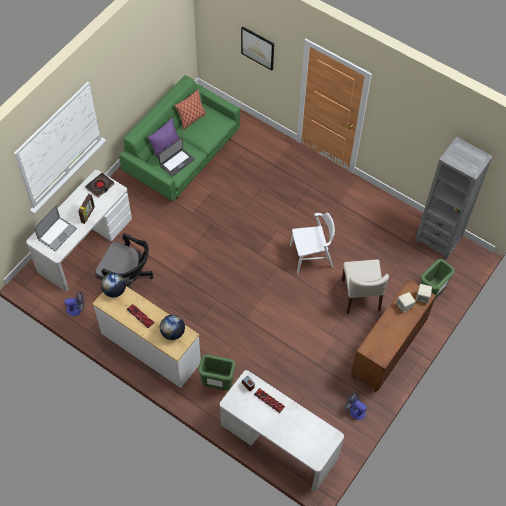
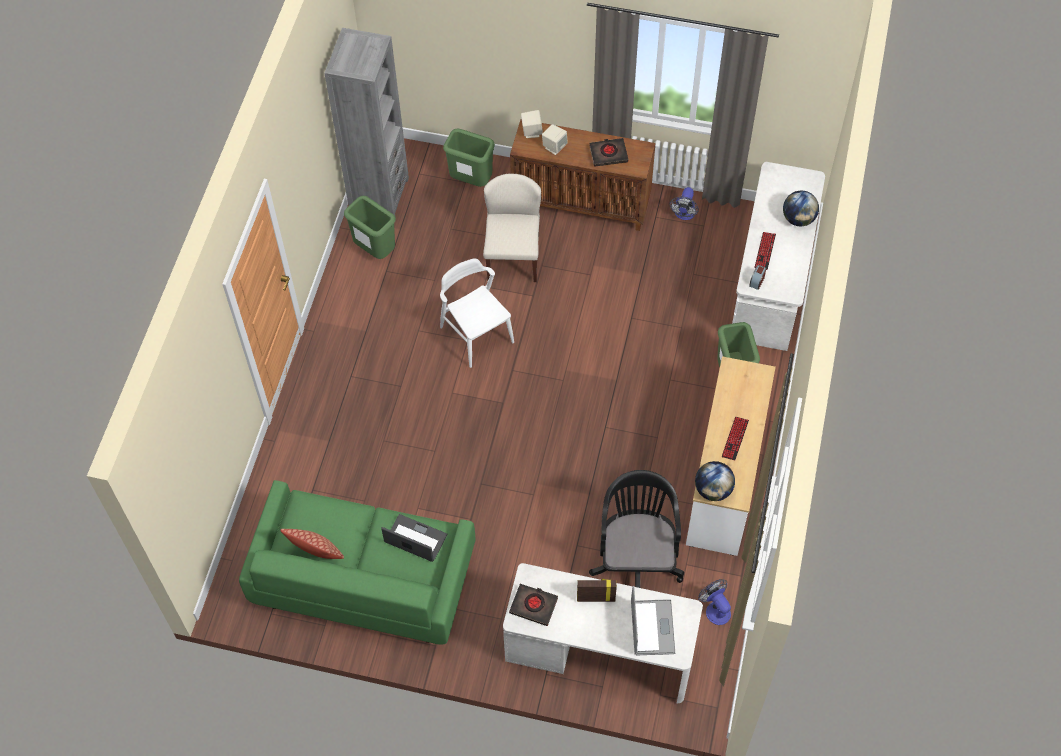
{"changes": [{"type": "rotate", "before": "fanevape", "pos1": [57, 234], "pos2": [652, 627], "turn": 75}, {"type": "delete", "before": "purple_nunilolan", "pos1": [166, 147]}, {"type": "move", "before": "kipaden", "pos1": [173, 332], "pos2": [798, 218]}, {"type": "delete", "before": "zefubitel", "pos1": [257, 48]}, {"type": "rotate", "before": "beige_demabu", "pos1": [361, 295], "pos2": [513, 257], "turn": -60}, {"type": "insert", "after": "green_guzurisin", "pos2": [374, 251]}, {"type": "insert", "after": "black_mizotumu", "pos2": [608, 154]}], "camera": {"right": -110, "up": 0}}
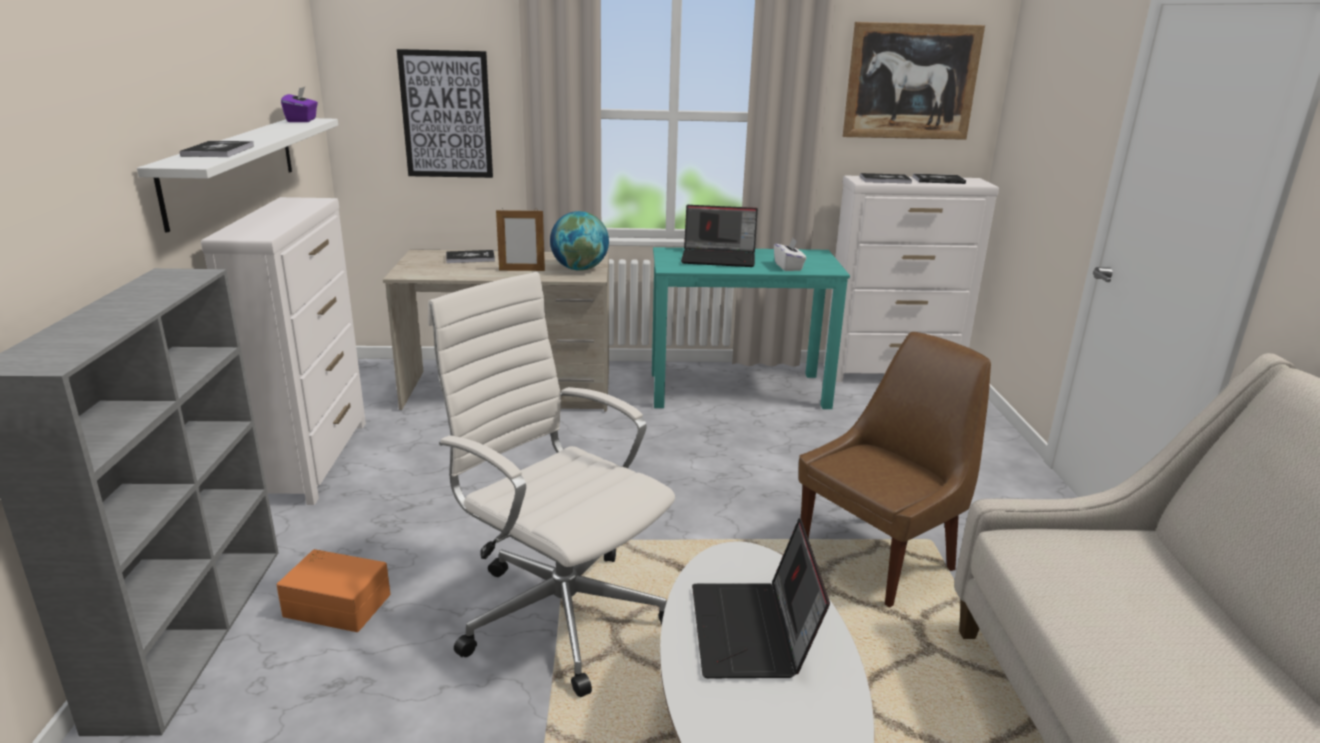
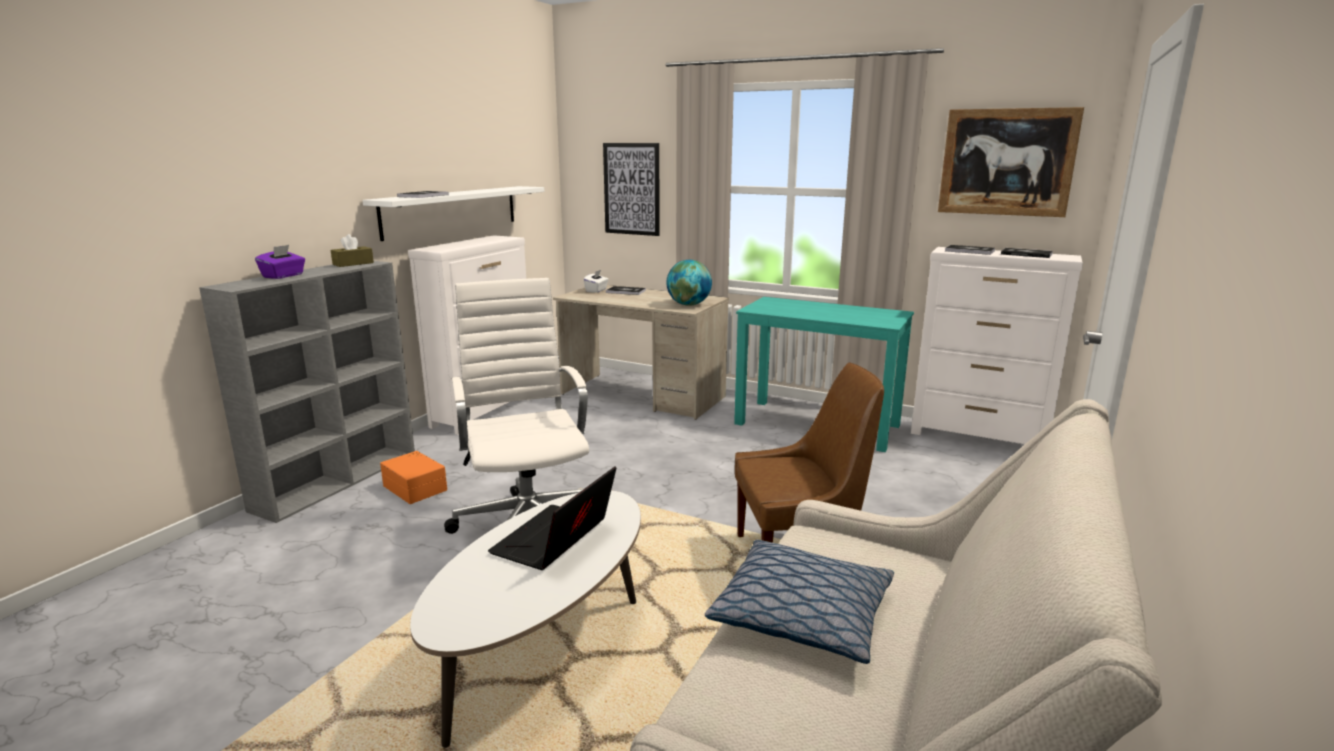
{"changes": [{"type": "move", "before": "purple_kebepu", "pos1": [302, 120], "pos2": [283, 276]}, {"type": "delete", "before": "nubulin", "pos1": [522, 270]}, {"type": "delete", "before": "fanevape", "pos1": [719, 258]}, {"type": "move", "before": "white_kebepu", "pos1": [788, 267], "pos2": [596, 290]}, {"type": "insert", "after": "brown_kebepu", "pos2": [353, 264]}, {"type": "insert", "after": "nunilolan", "pos2": [802, 615]}], "camera": {"right": 30, "up": -5}}
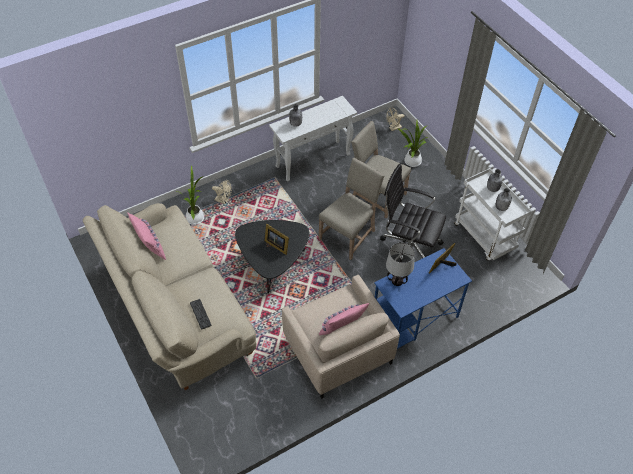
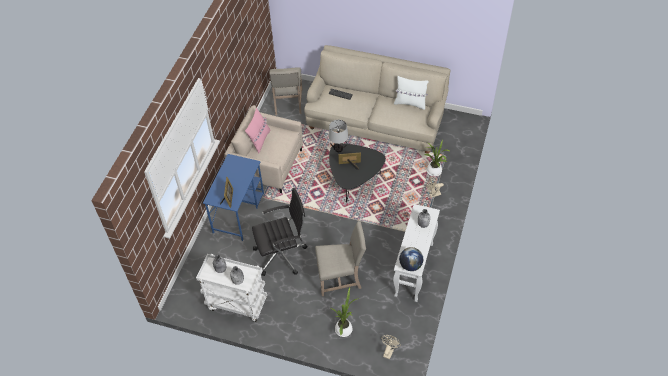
{"changes": [{"type": "recolor", "before": "pink_nunilolan", "after": "white_nunilolan", "pos1": [150, 248], "pos2": [410, 103]}, {"type": "move", "before": "beige_demabu", "pos1": [349, 234], "pos2": [287, 103]}, {"type": "move", "before": "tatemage", "pos1": [396, 281], "pos2": [339, 149]}, {"type": "insert", "after": "kipaden", "pos2": [410, 265]}], "camera": {"right": 140, "up": 0}}
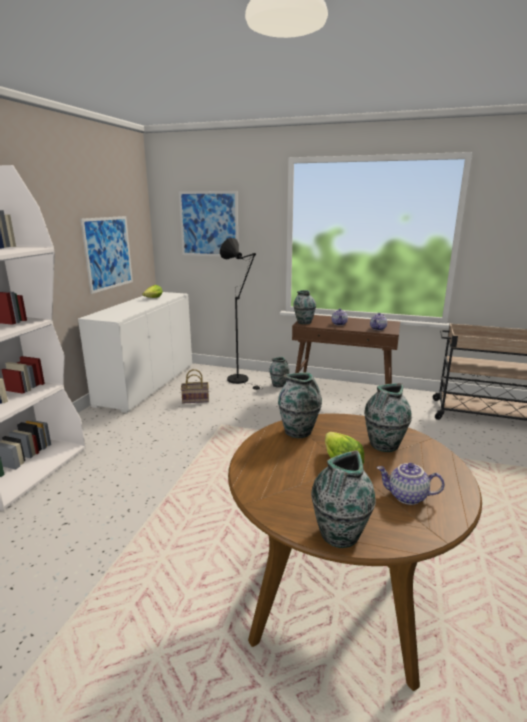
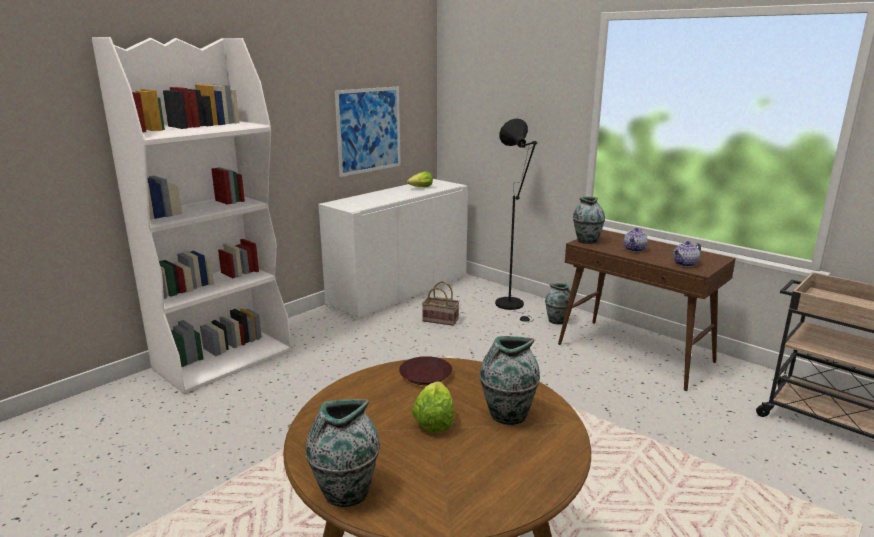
{"changes": [{"type": "delete", "before": "zefubitel", "pos1": [209, 224]}, {"type": "replace", "before": "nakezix", "after": "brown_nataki", "pos1": [299, 432], "pos2": [425, 375]}, {"type": "delete", "before": "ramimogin", "pos1": [407, 497]}], "camera": {"right": 25, "up": 0}}
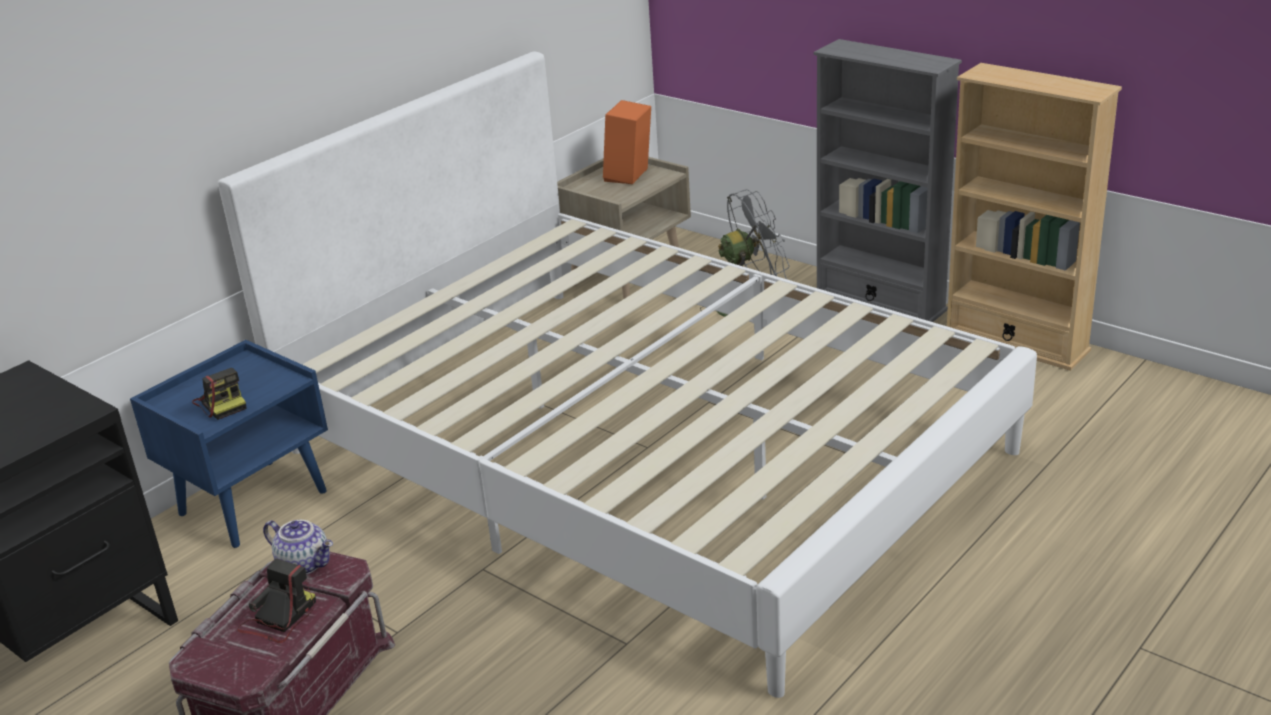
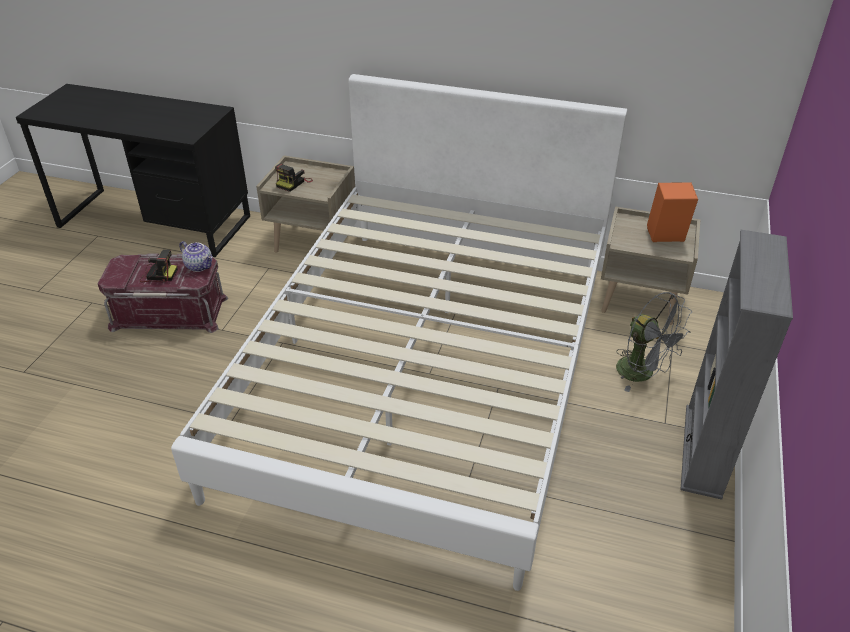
{"changes": [{"type": "recolor", "before": "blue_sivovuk", "after": "beige_sivovuk", "pos1": [253, 502], "pos2": [314, 242]}, {"type": "rotate", "before": "ramimogin", "pos1": [305, 563], "pos2": [200, 266], "turn": -60}, {"type": "delete", "before": "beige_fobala", "pos1": [1015, 341]}], "camera": {"right": 65, "up": 10}}
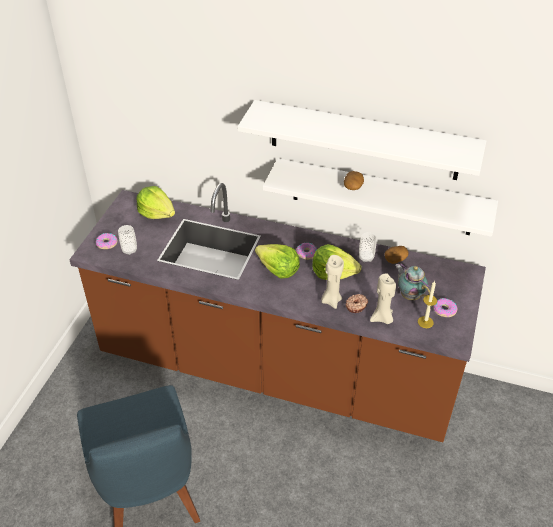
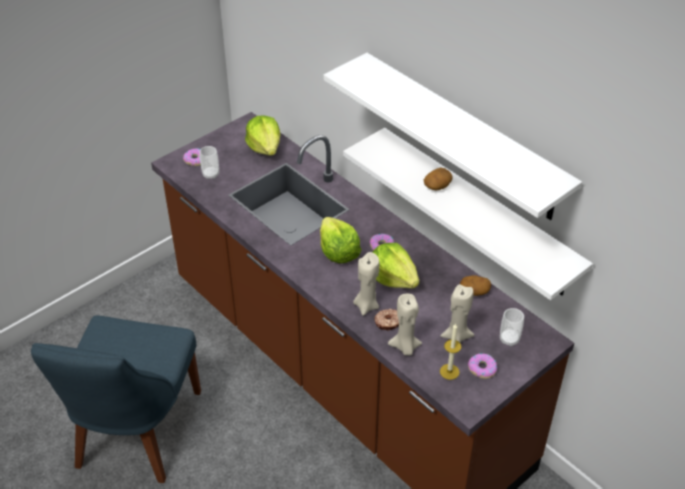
{"changes": [{"type": "move", "before": "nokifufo", "pos1": [366, 257], "pos2": [509, 339]}, {"type": "replace", "before": "ramimogin", "after": "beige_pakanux", "pos1": [409, 295], "pos2": [456, 336]}], "camera": {"right": 30, "up": 0}}
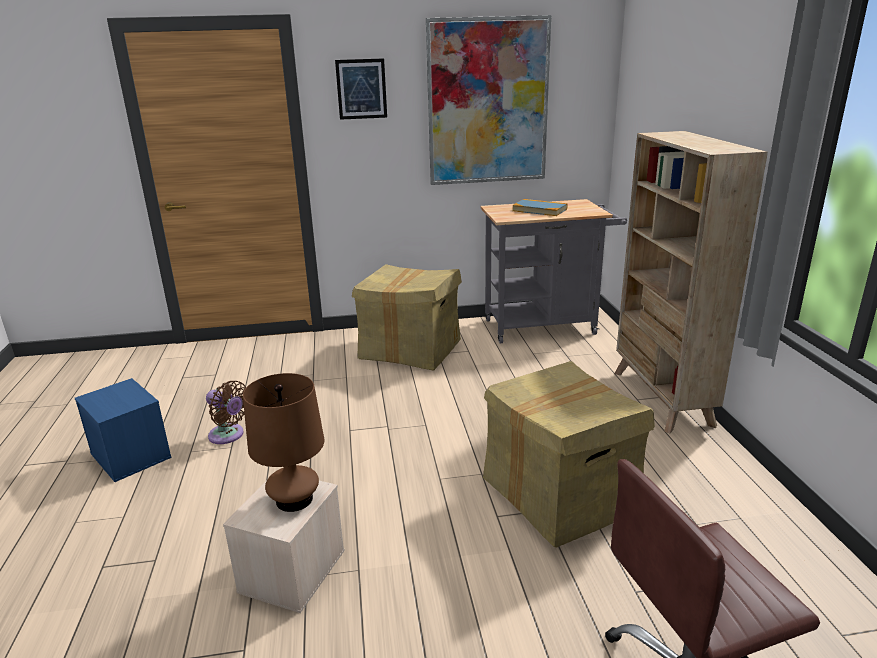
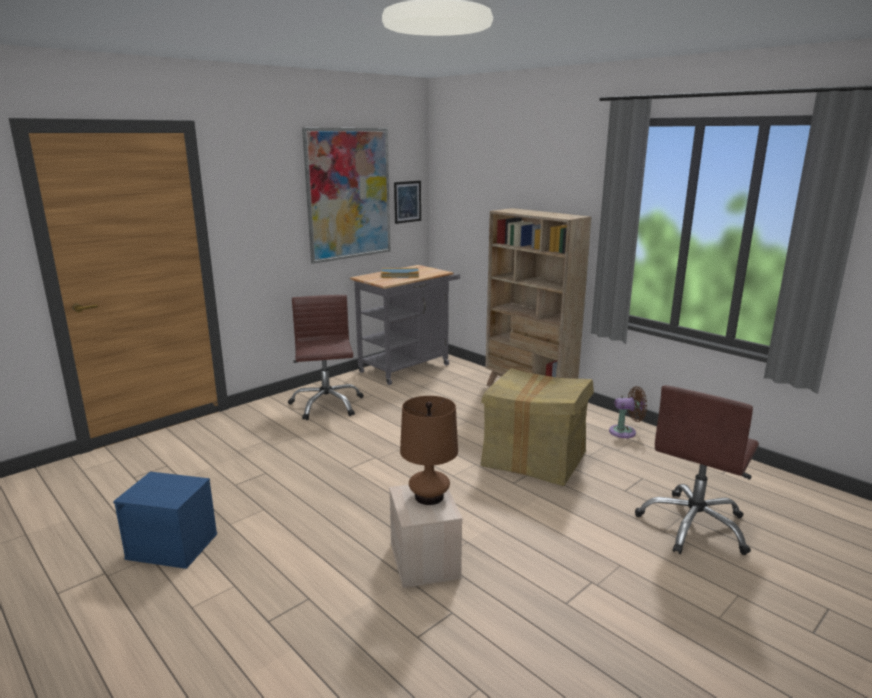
{"changes": [{"type": "move", "before": "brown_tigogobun", "pos1": [228, 436], "pos2": [625, 432]}, {"type": "move", "before": "zefubitel", "pos1": [361, 89], "pos2": [407, 202]}, {"type": "replace", "before": "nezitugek", "after": "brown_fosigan", "pos1": [411, 350], "pos2": [326, 404]}], "camera": {"right": -35, "up": -5}}
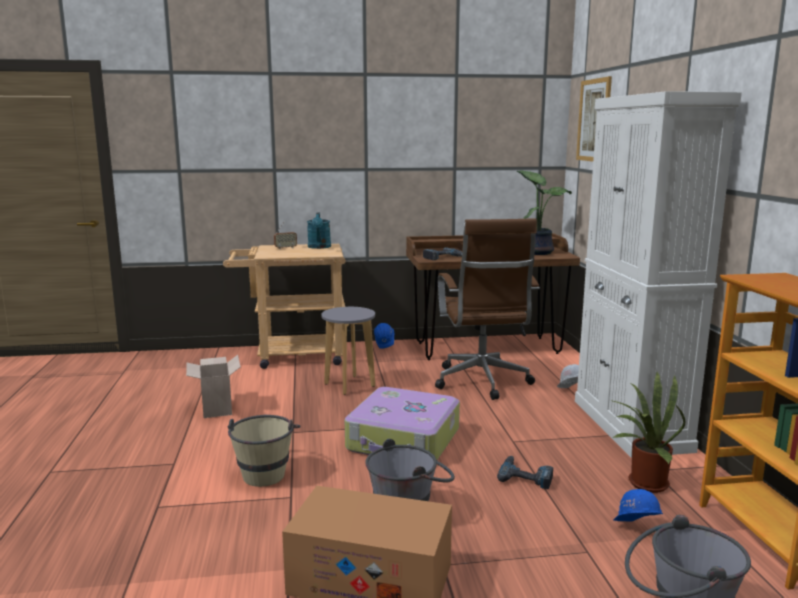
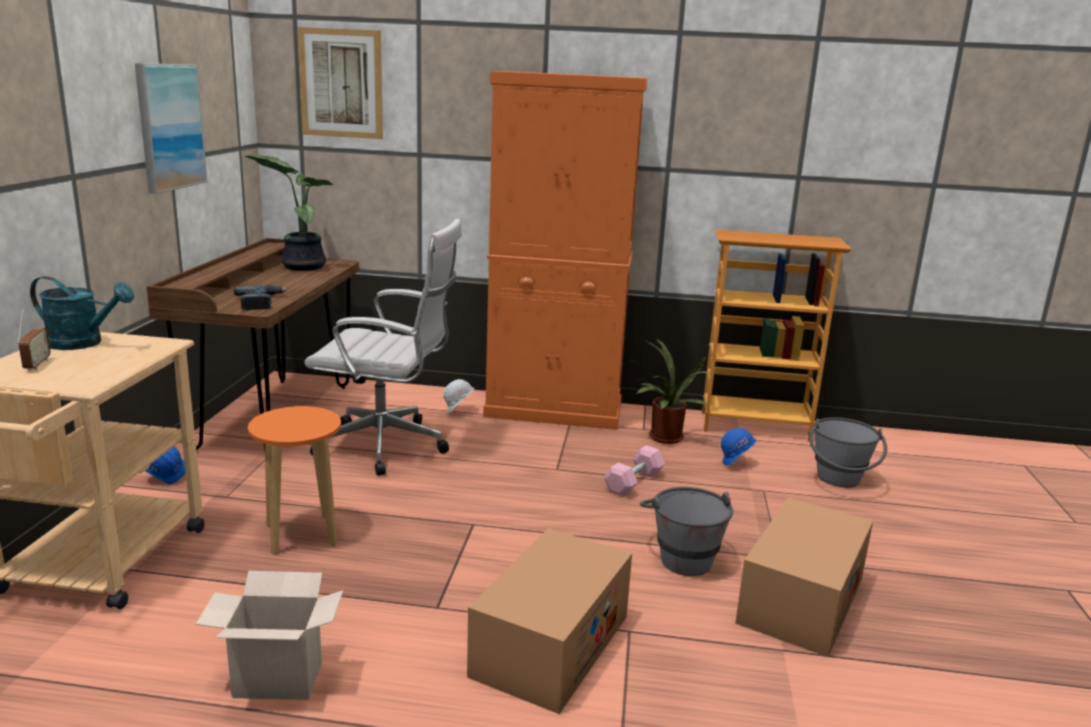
{"changes": [{"type": "replace", "before": "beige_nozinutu", "after": "nezitugek", "pos1": [265, 471], "pos2": [551, 645]}, {"type": "recolor", "before": "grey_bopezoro", "after": "orange_bopezoro", "pos1": [349, 385], "pos2": [301, 535]}, {"type": "delete", "before": "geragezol", "pos1": [404, 440]}, {"type": "recolor", "before": "brown_fosigan", "after": "white_fosigan", "pos1": [482, 383], "pos2": [388, 446]}, {"type": "replace", "before": "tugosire", "after": "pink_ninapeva", "pos1": [525, 476], "pos2": [633, 482]}, {"type": "recolor", "before": "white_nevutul", "after": "orange_nevutul", "pos1": [630, 425], "pos2": [554, 411]}, {"type": "insert", "after": "zefubitel", "pos2": [169, 127]}], "camera": {"right": -75, "up": 5}}
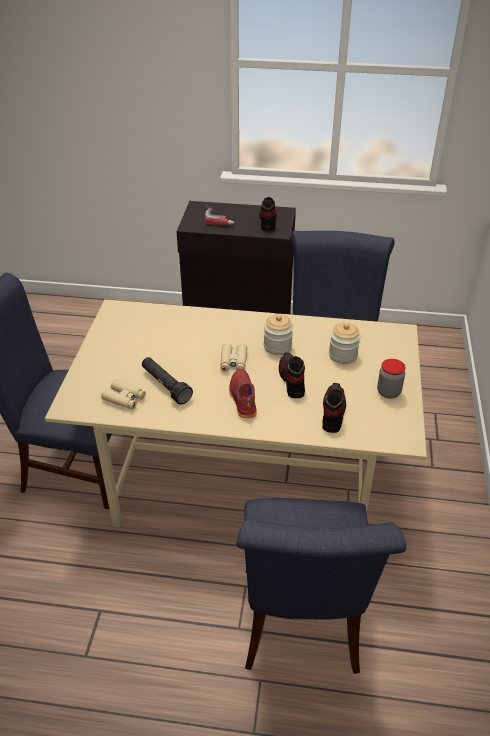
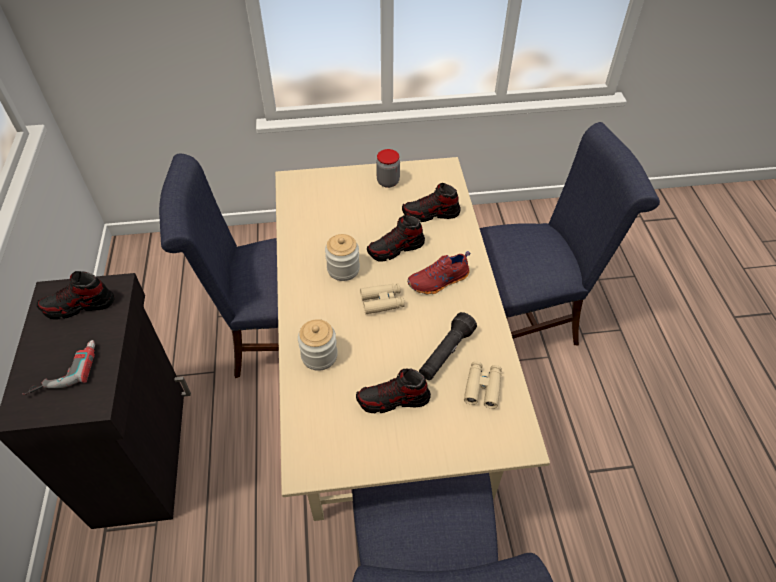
{"changes": [{"type": "move", "before": "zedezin", "pos1": [343, 355], "pos2": [319, 356]}, {"type": "insert", "after": "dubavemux", "pos2": [393, 400]}], "camera": {"right": -105, "up": 10}}
